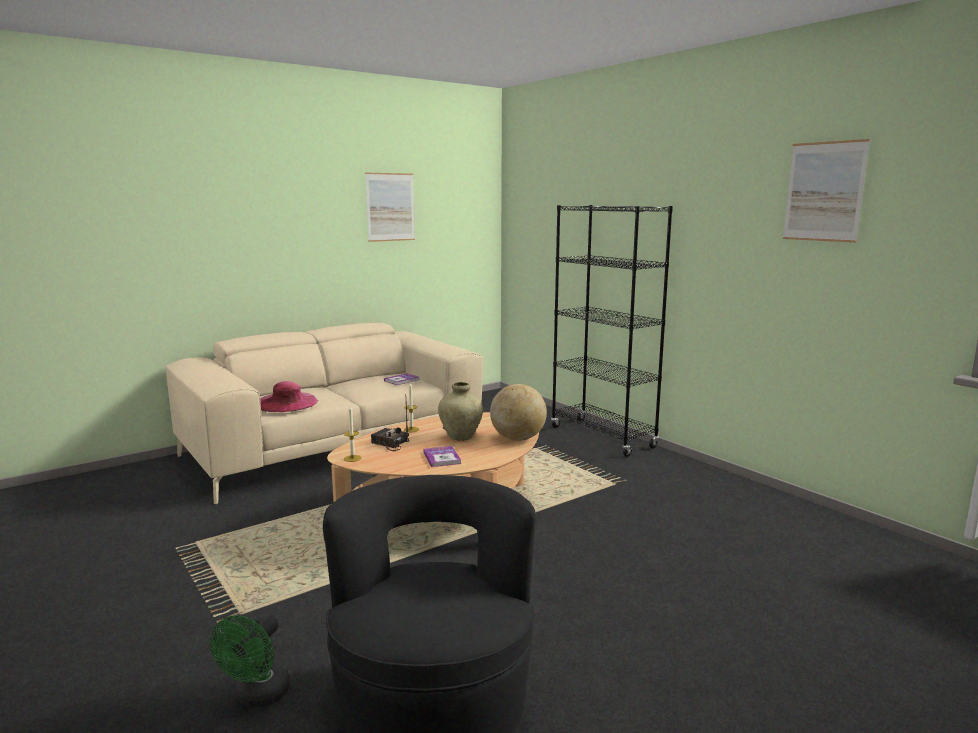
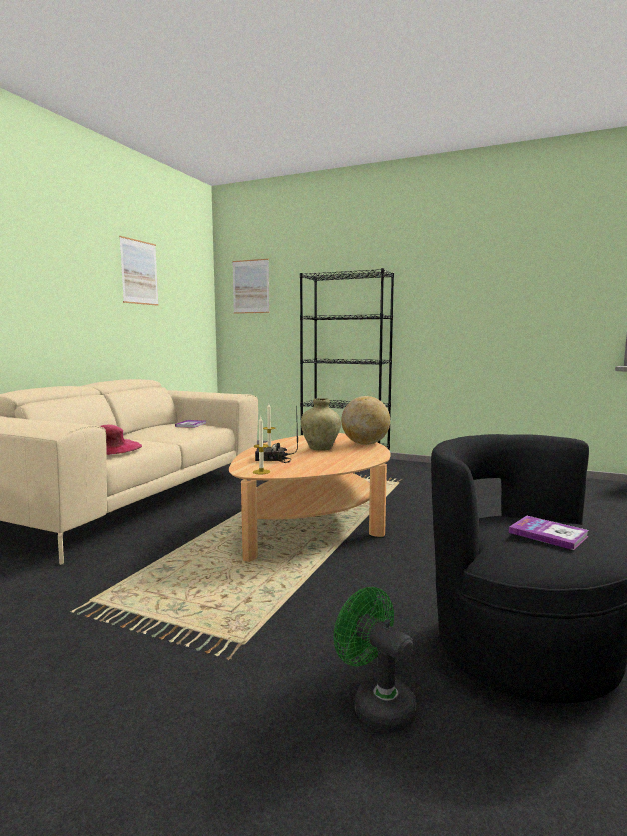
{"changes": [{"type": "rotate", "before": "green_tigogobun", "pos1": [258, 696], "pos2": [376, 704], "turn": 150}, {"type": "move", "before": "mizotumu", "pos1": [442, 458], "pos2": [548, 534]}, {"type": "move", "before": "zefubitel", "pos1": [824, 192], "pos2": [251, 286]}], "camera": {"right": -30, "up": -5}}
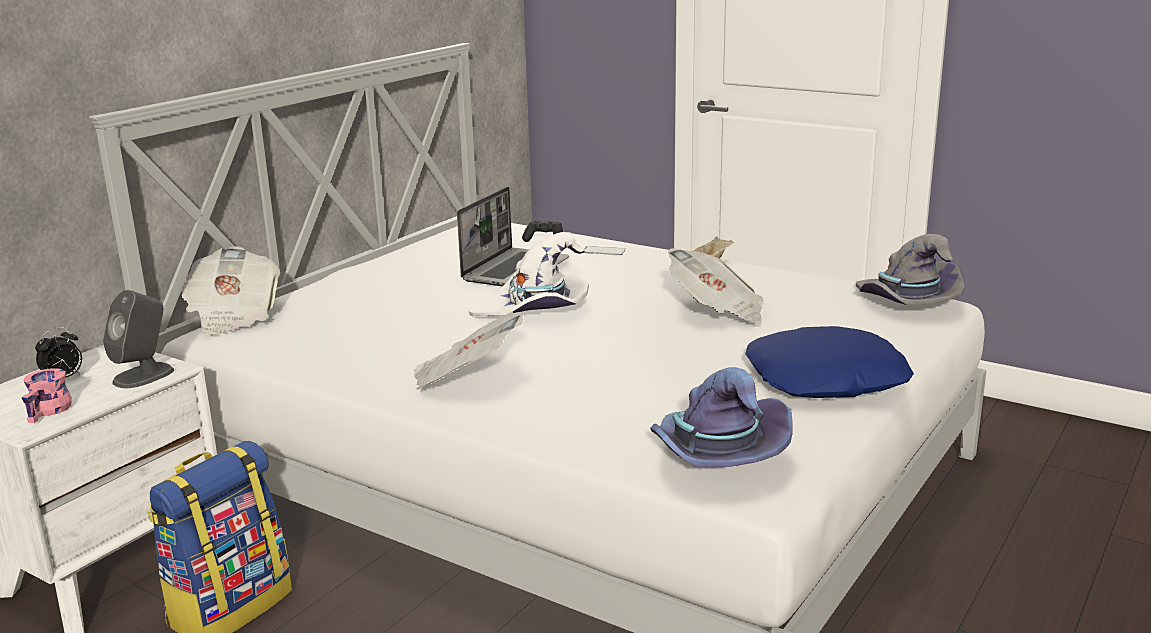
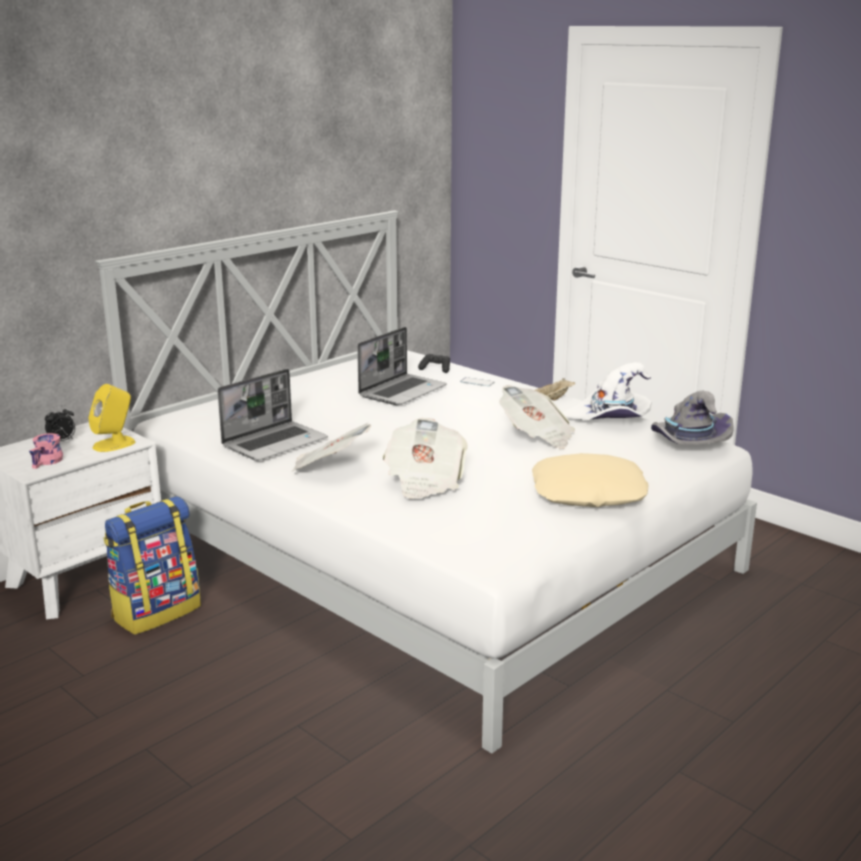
{"changes": [{"type": "recolor", "before": "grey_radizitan", "after": "yellow_radizitan", "pos1": [144, 375], "pos2": [114, 444]}, {"type": "move", "before": "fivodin", "pos1": [233, 316], "pos2": [424, 481]}, {"type": "move", "before": "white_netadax", "pos1": [535, 310], "pos2": [609, 418]}, {"type": "delete", "before": "purple_netadax", "pos1": [715, 454]}, {"type": "recolor", "before": "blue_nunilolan", "after": "beige_nunilolan", "pos1": [826, 379], "pos2": [588, 493]}, {"type": "insert", "after": "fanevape", "pos2": [275, 443]}], "camera": {"right": 10, "up": 0}}
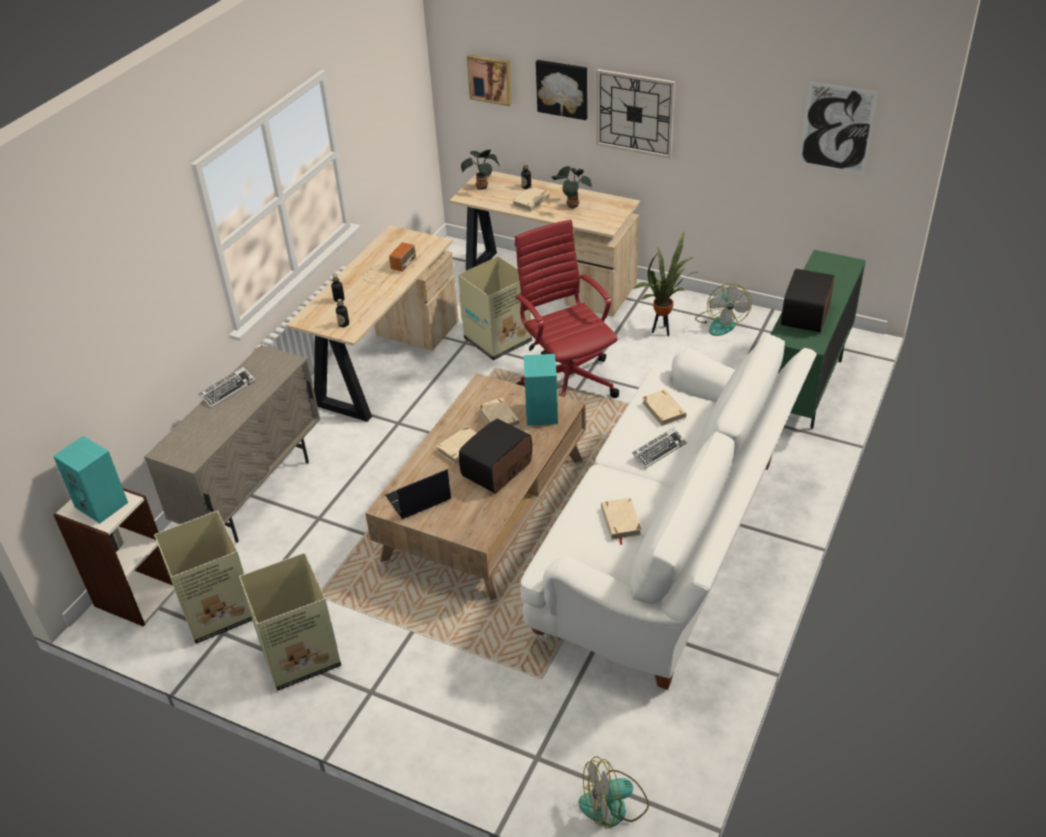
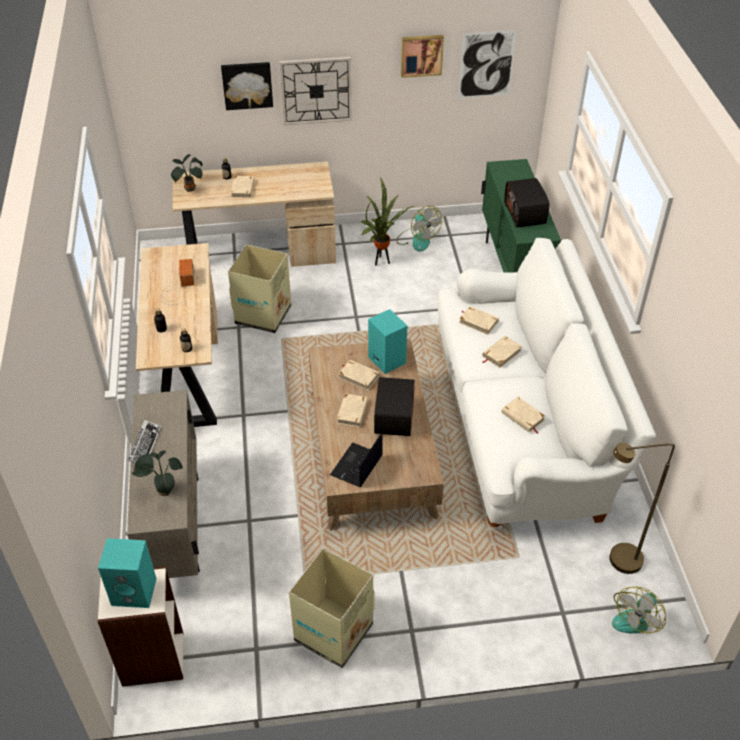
{"changes": [{"type": "delete", "before": "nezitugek", "pos1": [216, 610]}, {"type": "move", "before": "zefubitel", "pos1": [490, 79], "pos2": [421, 55]}, {"type": "delete", "before": "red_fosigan", "pos1": [567, 380]}, {"type": "move", "before": "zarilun", "pos1": [571, 205], "pos2": [162, 491]}, {"type": "replace", "before": "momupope", "after": "beige_mizotumu", "pos1": [659, 450], "pos2": [501, 353]}, {"type": "insert", "after": "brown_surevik", "pos2": [617, 562]}], "camera": {"right": -35, "up": 5}}
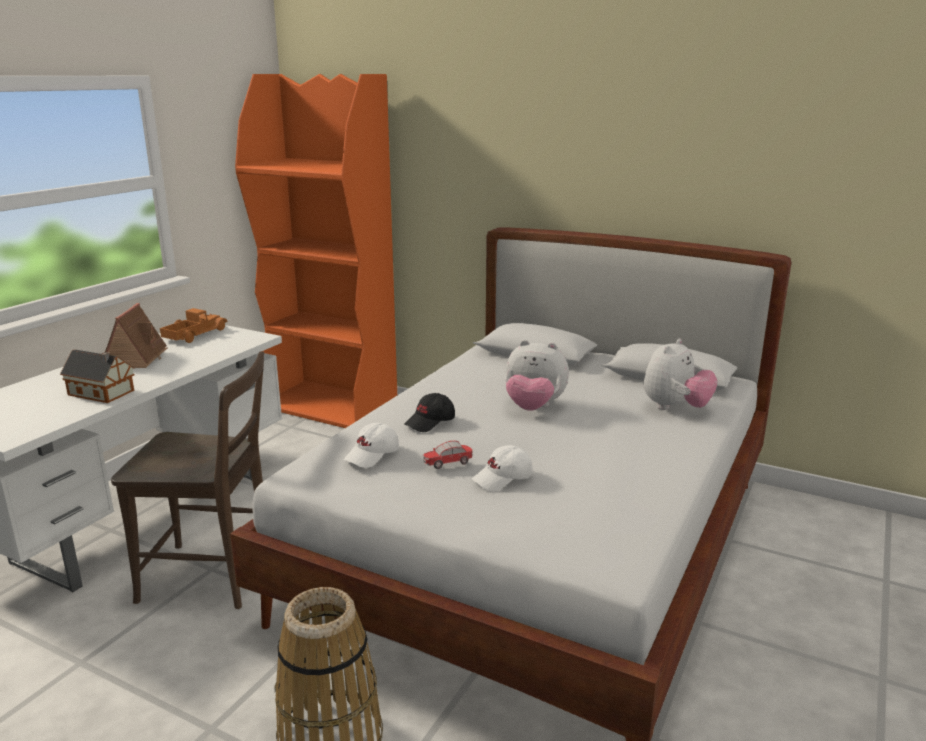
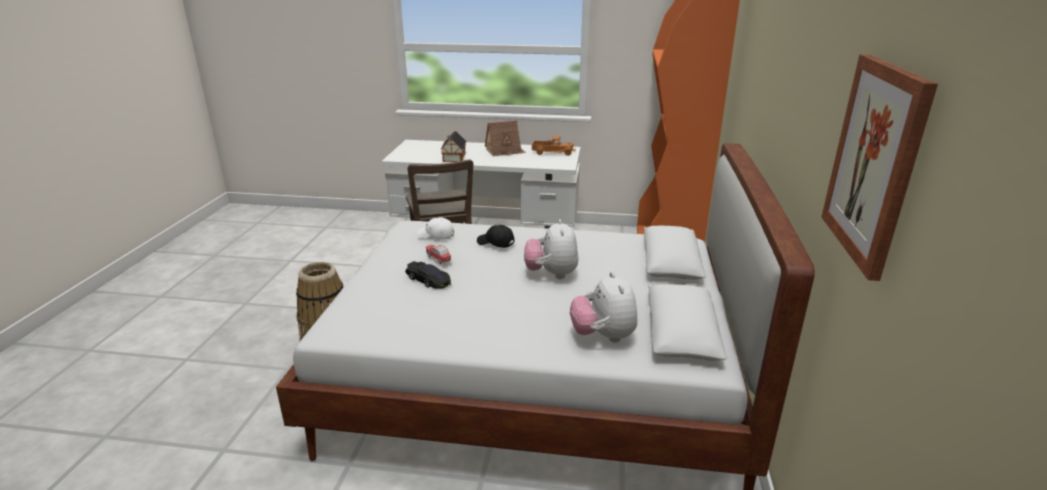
{"changes": [{"type": "replace", "before": "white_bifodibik", "after": "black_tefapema", "pos1": [503, 478], "pos2": [428, 279]}, {"type": "rotate", "before": "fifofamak", "pos1": [675, 408], "pos2": [603, 336], "turn": 60}, {"type": "insert", "after": "zefubitel", "pos2": [875, 162]}], "camera": {"right": 70, "up": 5}}
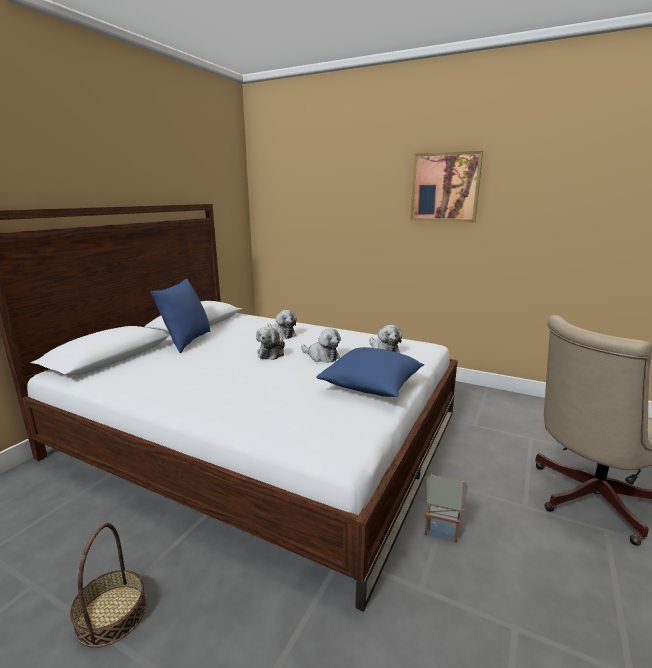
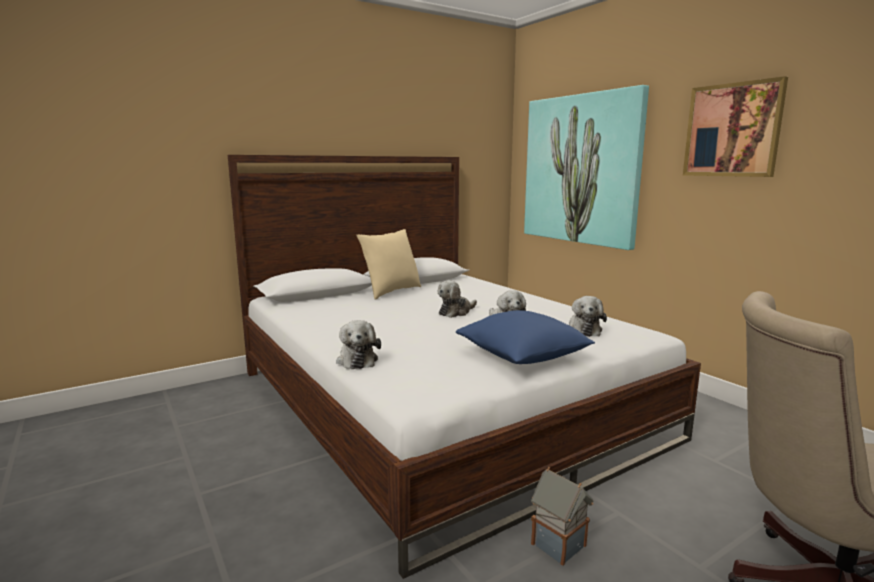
{"changes": [{"type": "delete", "before": "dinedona", "pos1": [111, 614]}, {"type": "recolor", "before": "blue_nunilolan", "after": "beige_nunilolan", "pos1": [186, 341], "pos2": [391, 292]}, {"type": "move", "before": "fifofamak", "pos1": [281, 334], "pos2": [357, 360]}, {"type": "insert", "after": "zefubitel", "pos2": [581, 169]}], "camera": {"right": 30, "up": -5}}
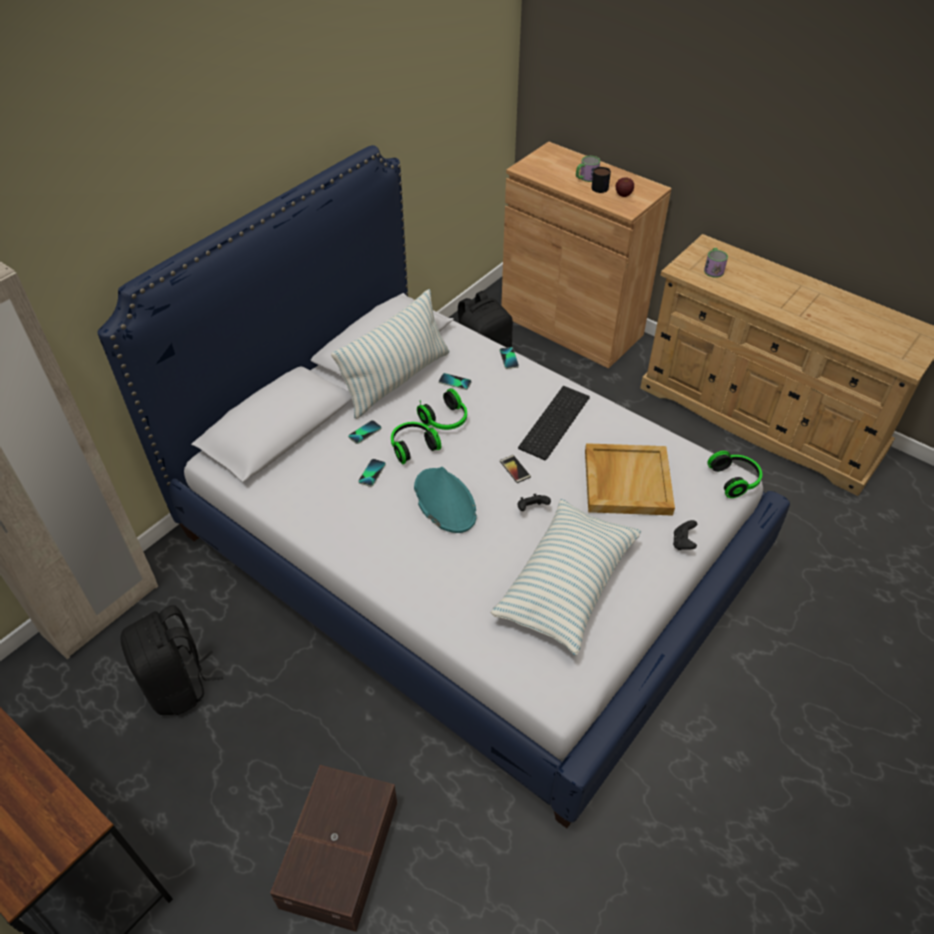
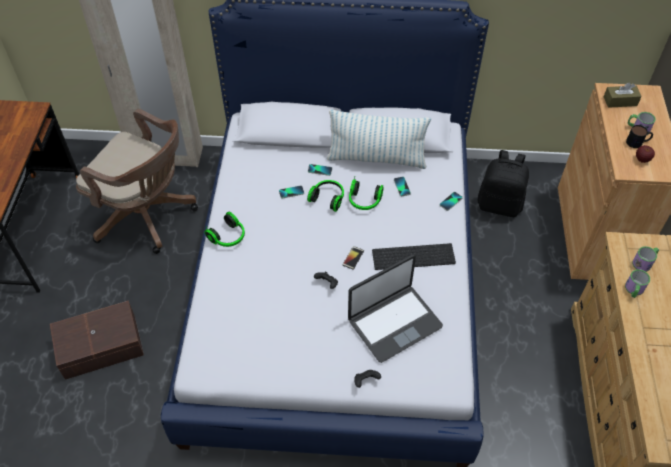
{"changes": [{"type": "replace", "before": "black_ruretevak", "after": "brown_fosigan", "pos1": [178, 684], "pos2": [148, 216]}, {"type": "delete", "before": "turquoise_netadax", "pos1": [444, 501]}, {"type": "delete", "before": "nunilolan", "pos1": [566, 585]}, {"type": "replace", "before": "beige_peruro", "after": "fanevape", "pos1": [626, 481], "pos2": [394, 323]}, {"type": "move", "before": "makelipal", "pos1": [735, 480], "pos2": [228, 237]}, {"type": "insert", "after": "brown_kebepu", "pos2": [620, 101]}, {"type": "insert", "after": "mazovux", "pos2": [633, 290]}], "camera": {"right": 55, "up": 5}}
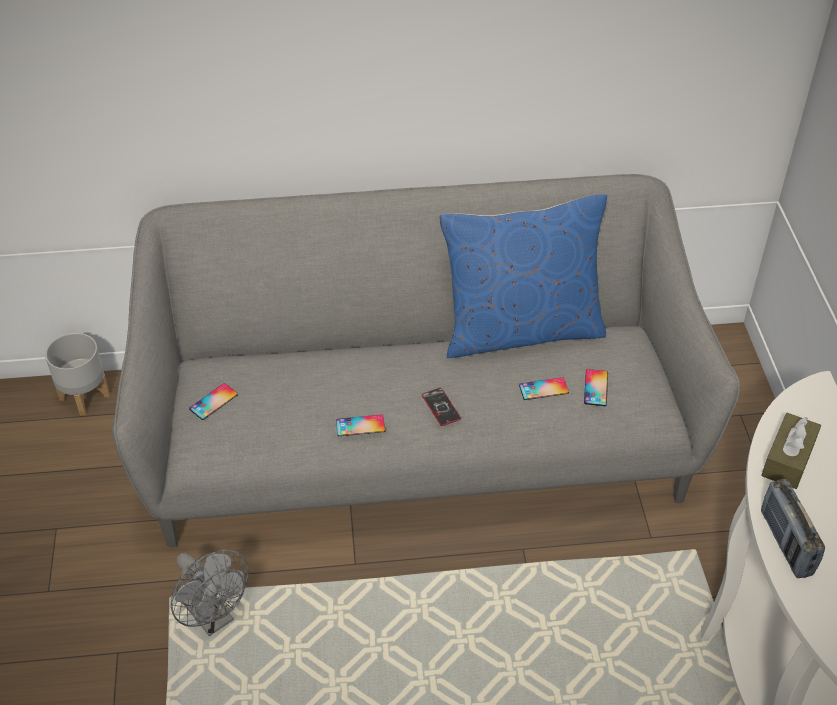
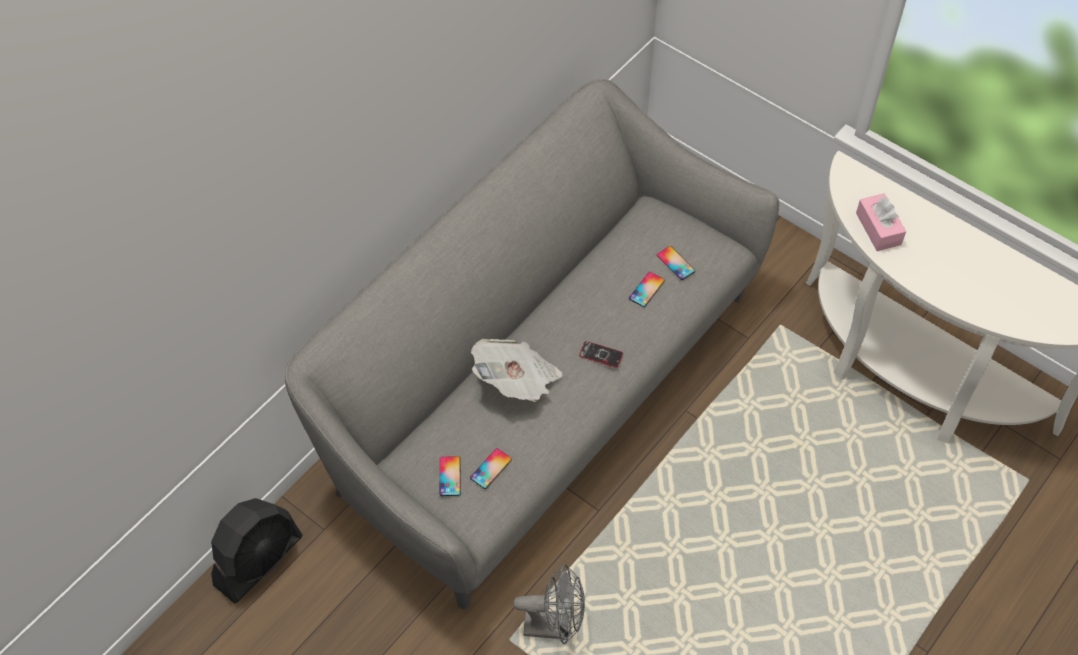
{"changes": [{"type": "replace", "before": "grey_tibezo", "after": "black_tigogobun", "pos1": [85, 396], "pos2": [259, 561]}, {"type": "move", "before": "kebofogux", "pos1": [360, 426], "pos2": [491, 468]}, {"type": "delete", "before": "blue_nunilolan", "pos1": [521, 330]}, {"type": "recolor", "before": "brown_kebepu", "after": "pink_kebepu", "pos1": [788, 459], "pos2": [878, 229]}, {"type": "delete", "before": "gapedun", "pos1": [785, 543]}, {"type": "insert", "after": "fivodin", "pos2": [517, 381]}], "camera": {"right": -45, "up": 10}}
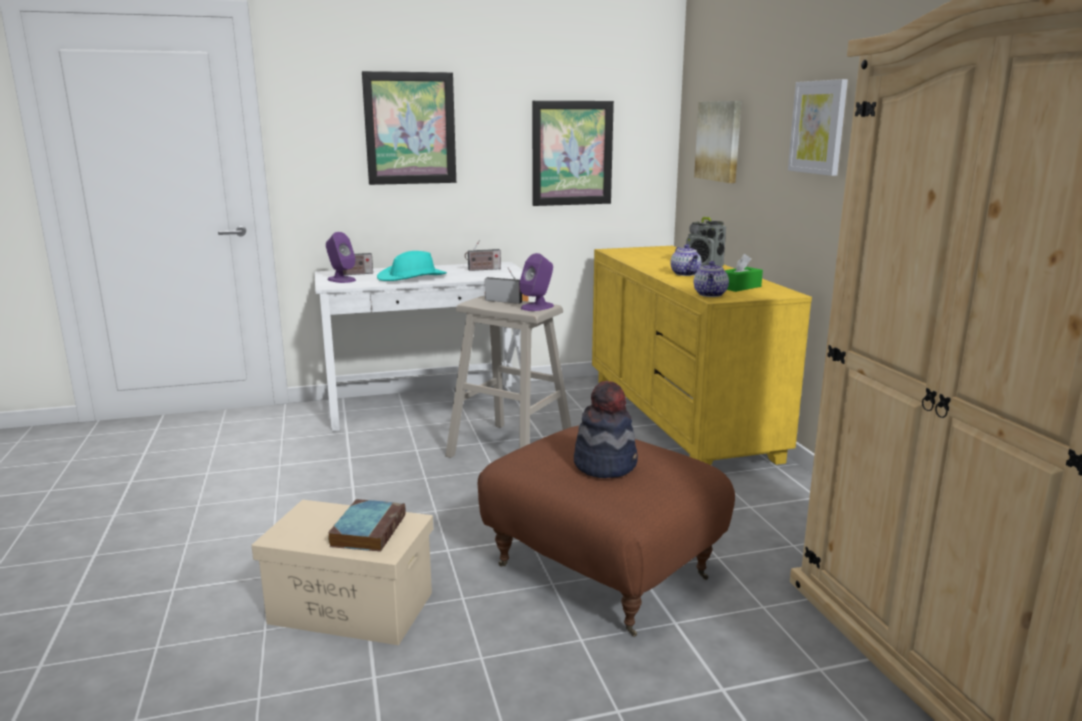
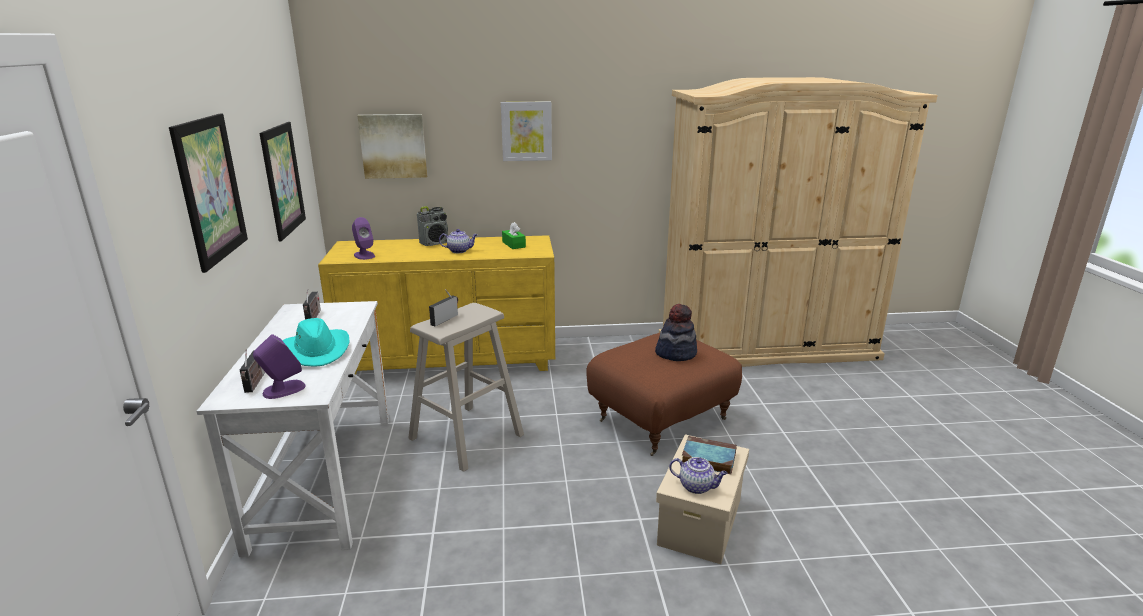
{"changes": [{"type": "move", "before": "purple_radizitan", "pos1": [537, 307], "pos2": [364, 255]}, {"type": "move", "before": "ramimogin", "pos1": [710, 294], "pos2": [697, 486]}], "camera": {"right": -80, "up": 5}}
